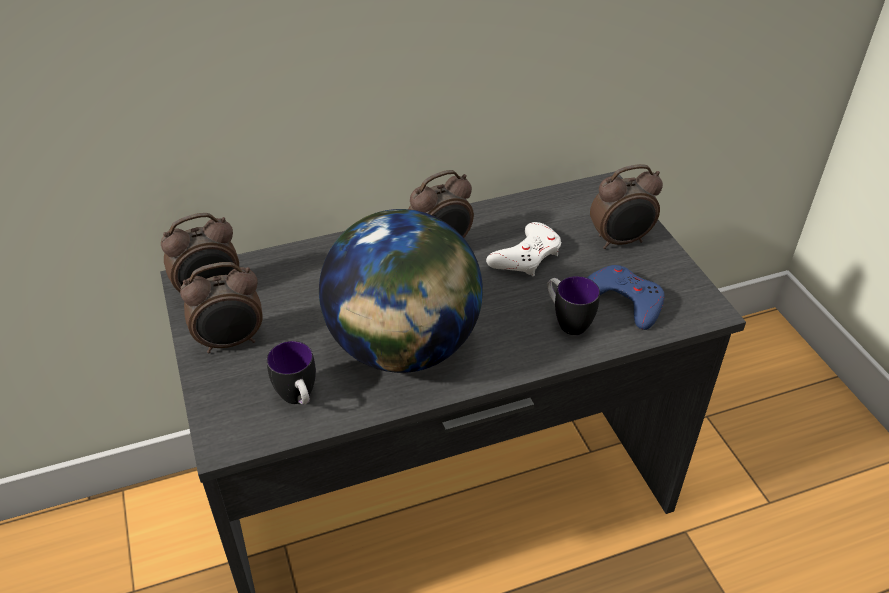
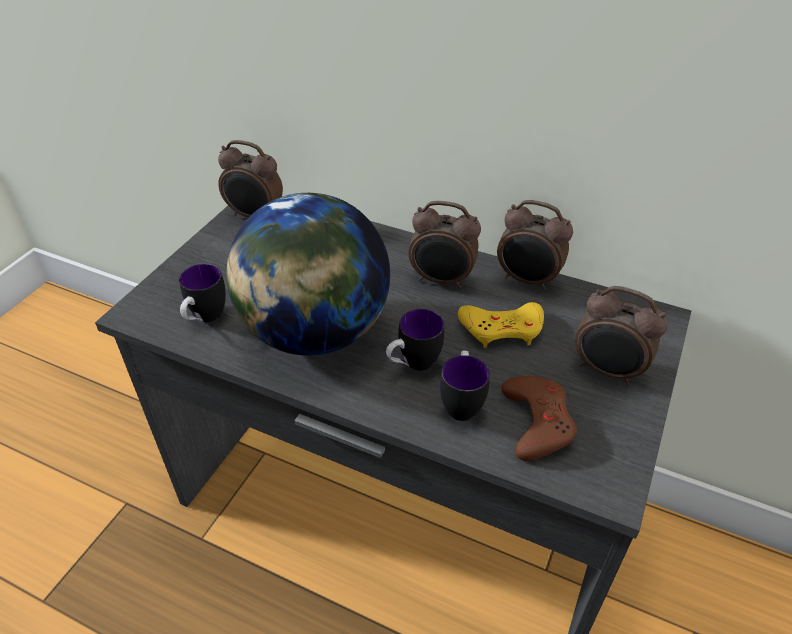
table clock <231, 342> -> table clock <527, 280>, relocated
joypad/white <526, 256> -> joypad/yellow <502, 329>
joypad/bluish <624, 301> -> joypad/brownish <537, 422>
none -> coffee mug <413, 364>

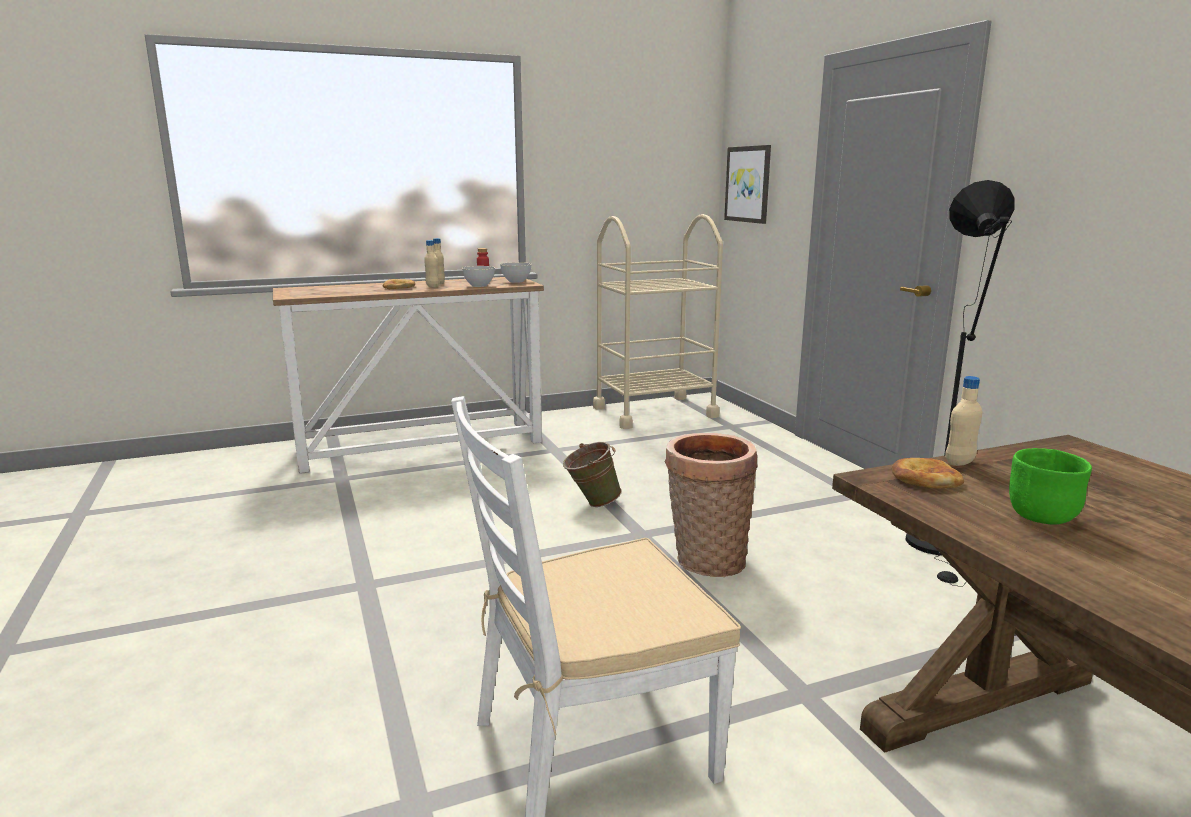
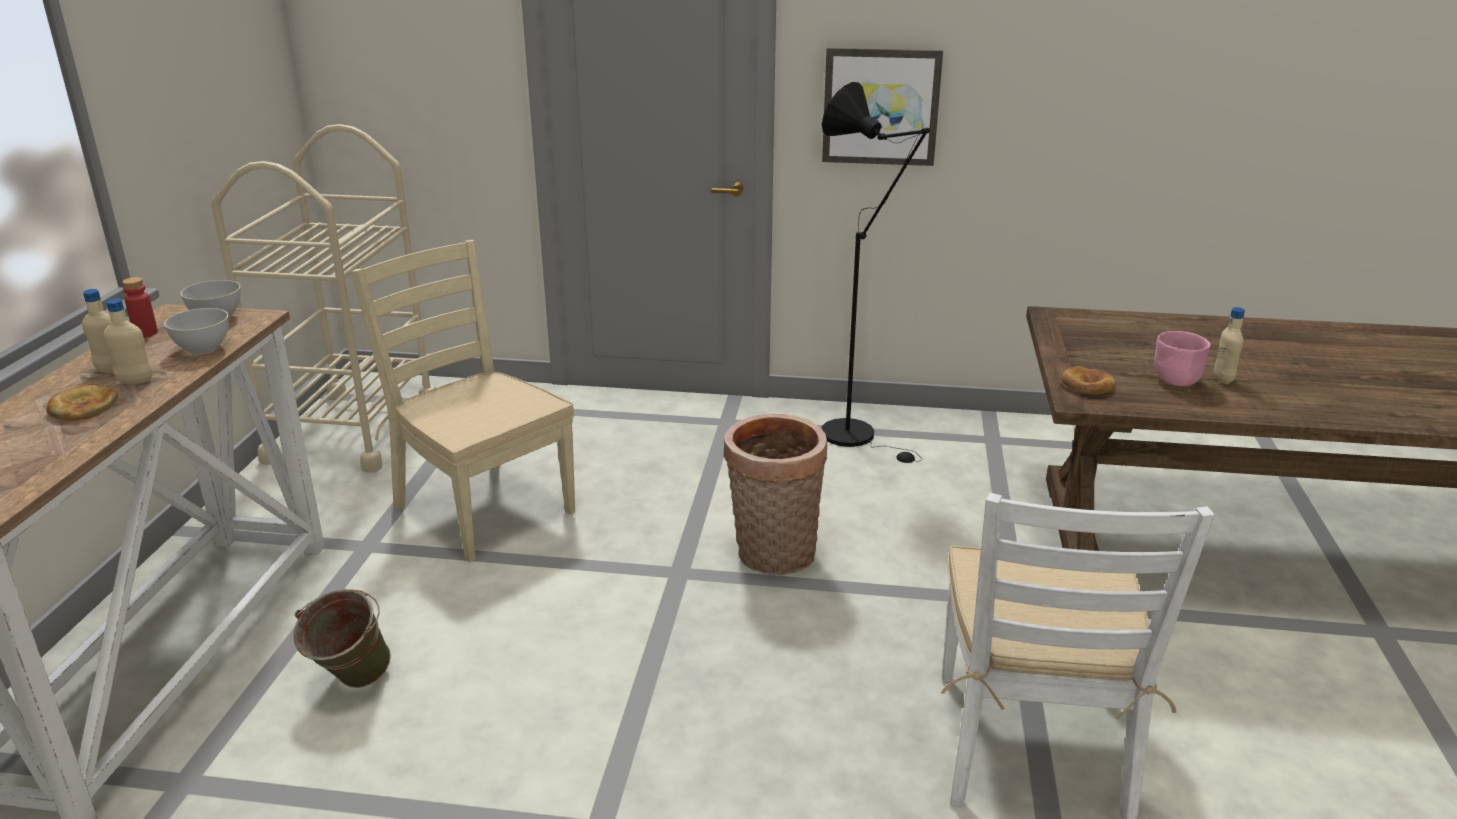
bucket/green <591, 504> -> bucket/green <351, 684>, relocated
picture <748, 184> -> picture <881, 106>, relocated
drink bottle/beige-coloured <959, 462> -> drink bottle/beige-coloured <1223, 379>, relocated
serving bowl/green <1040, 517> -> serving bowl/pinkish <1175, 381>
none -> plain chair/beige-coloured <482, 509>

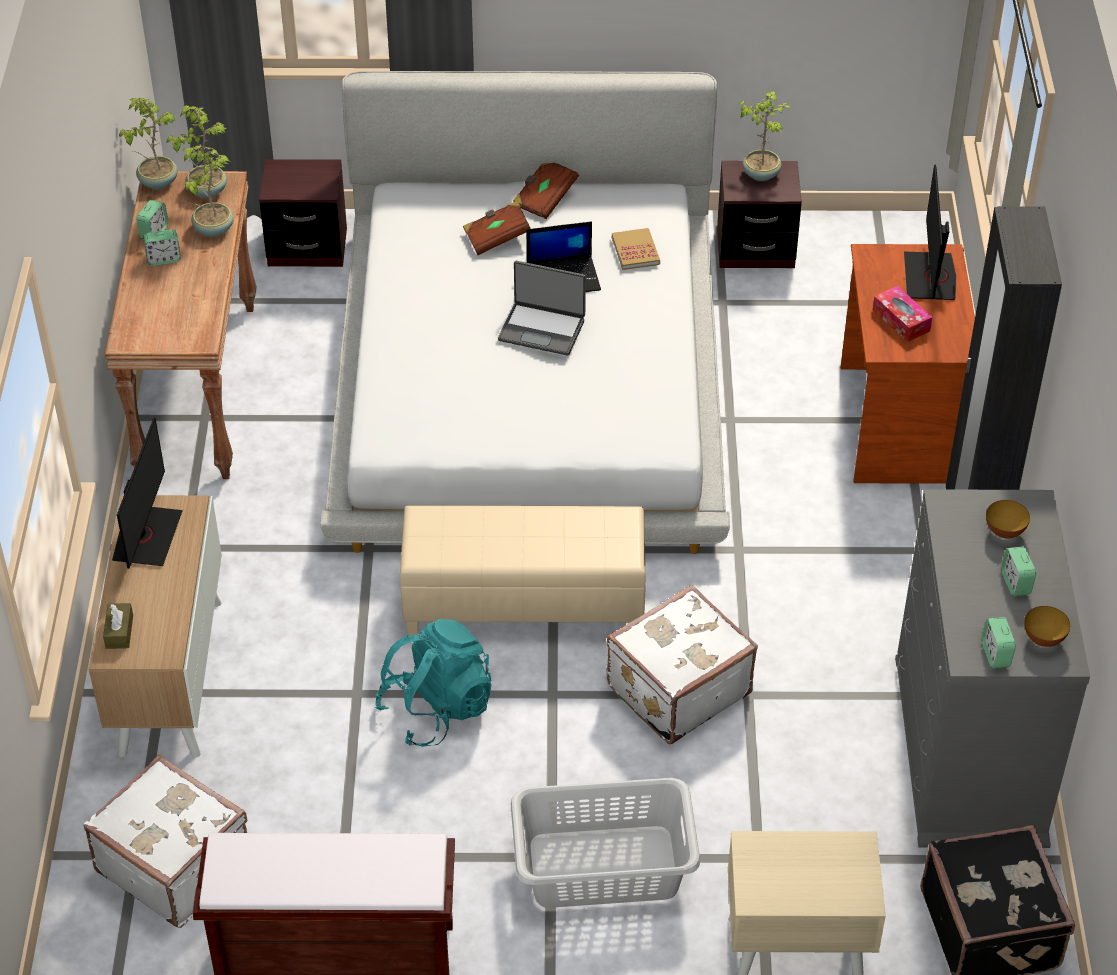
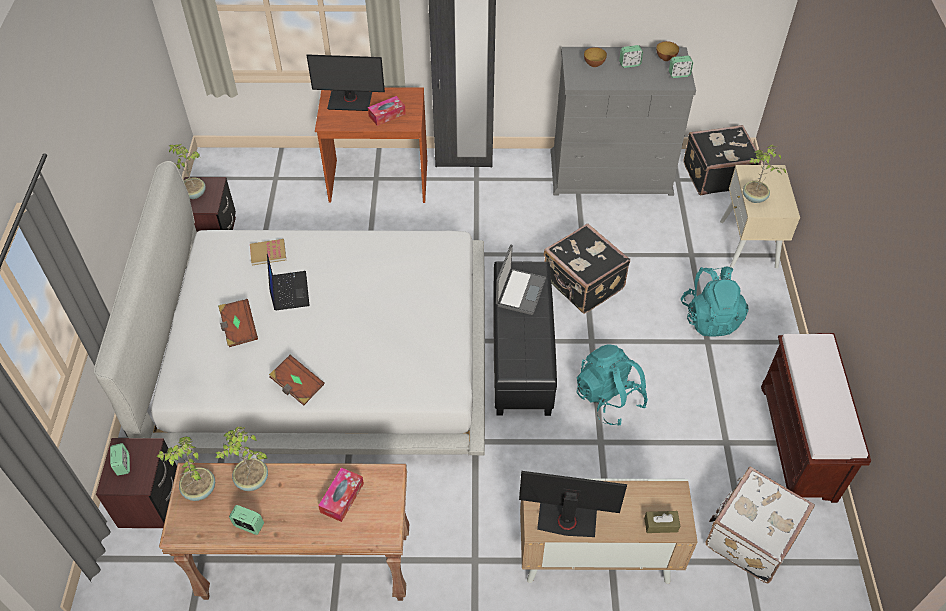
potted plant <157, 182> -> potted plant <754, 198>, relocated
table clock <164, 259> -> table clock <123, 465>, relocated
footrest/beige-coloured <525, 602> -> footrest/black-coloured <520, 354>
laptop <542, 329> -> laptop <519, 292>, relocated
hamper/grey <604, 868> -> rucksack/turquoise-coloured <710, 318>
bound book/brownish <544, 198> -> bound book/brownish <297, 386>, relocated
piece of luggage/white <676, 689> -> piece of luggage/black-coloured <582, 284>
none -> tissue box <342, 498>

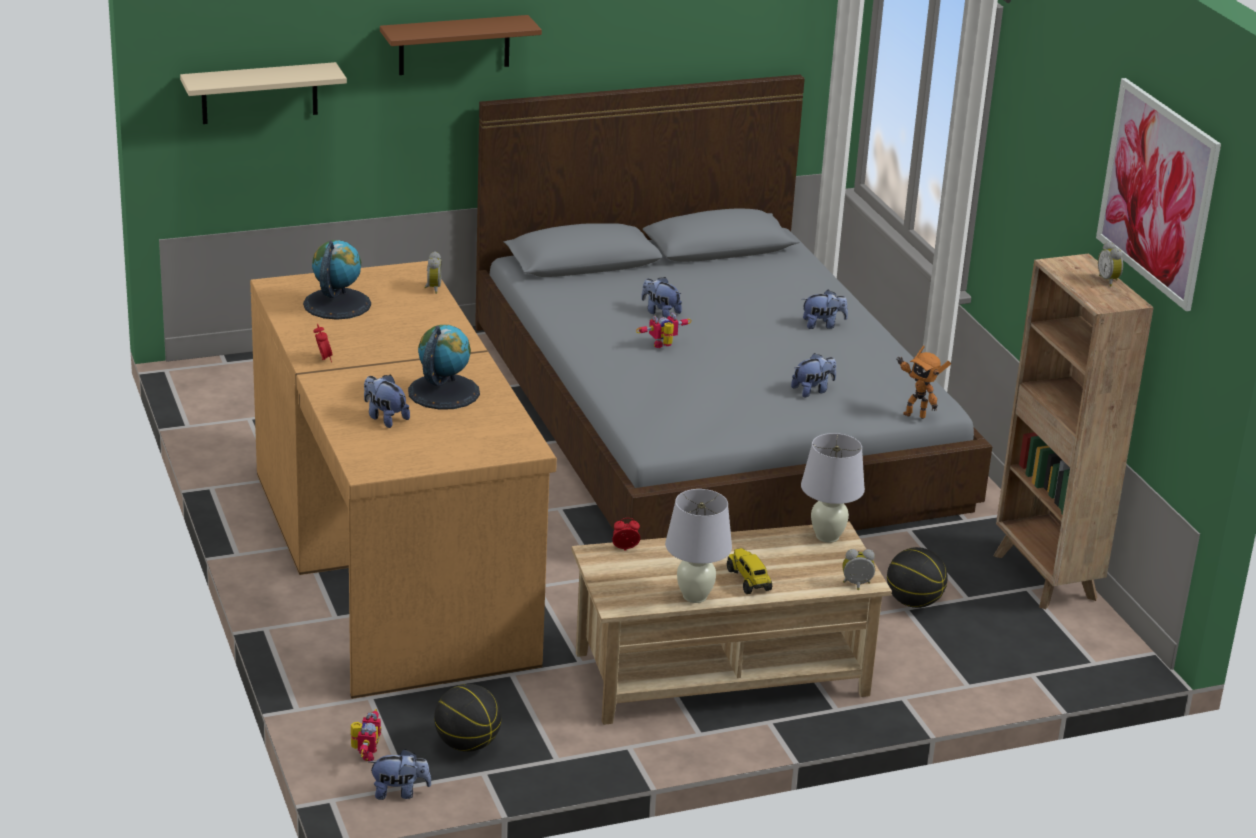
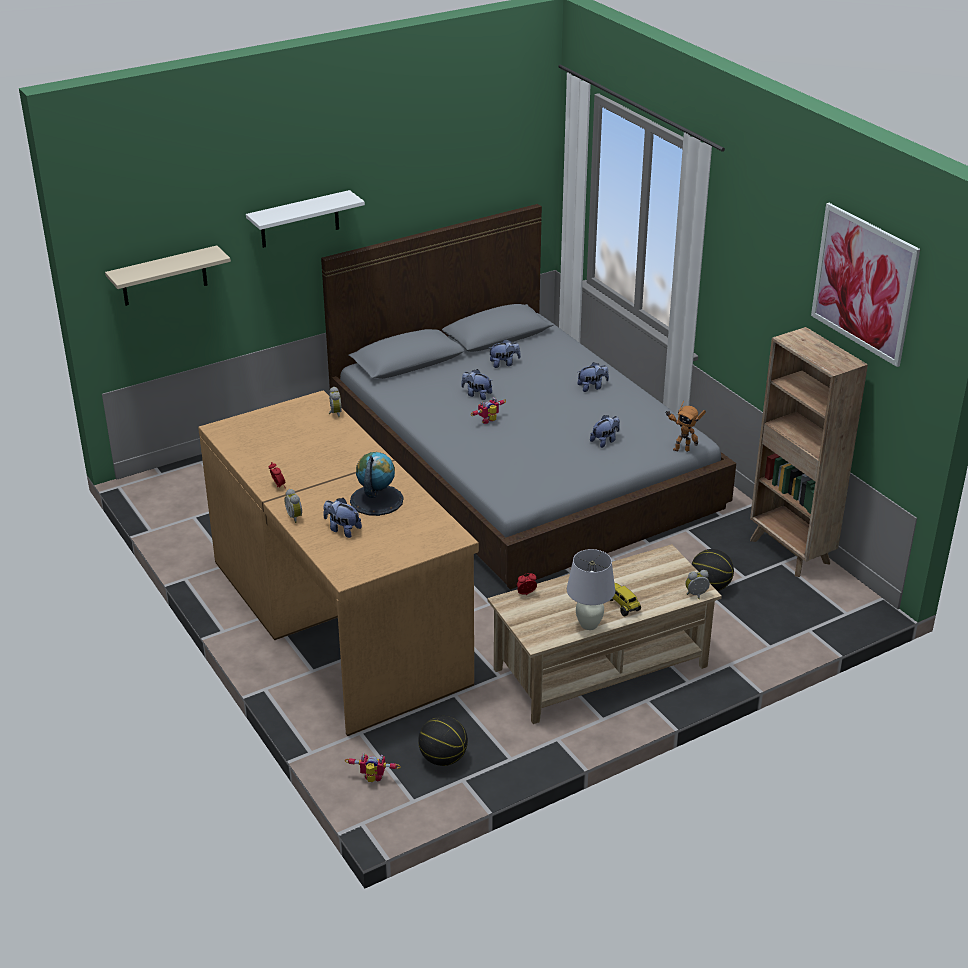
desk globe <337, 304> -> none
toy robot <364, 753> -> toy robot <372, 780>, 75 degrees counterclockwise
cuddly toy <399, 792> -> cuddly toy <504, 364>, relocated
bracket shelf/brownish <454, 45> -> bracket shelf/white <299, 219>
table lamp/white <827, 536> -> none
table clock <1109, 281> -> table clock <295, 517>, relocated

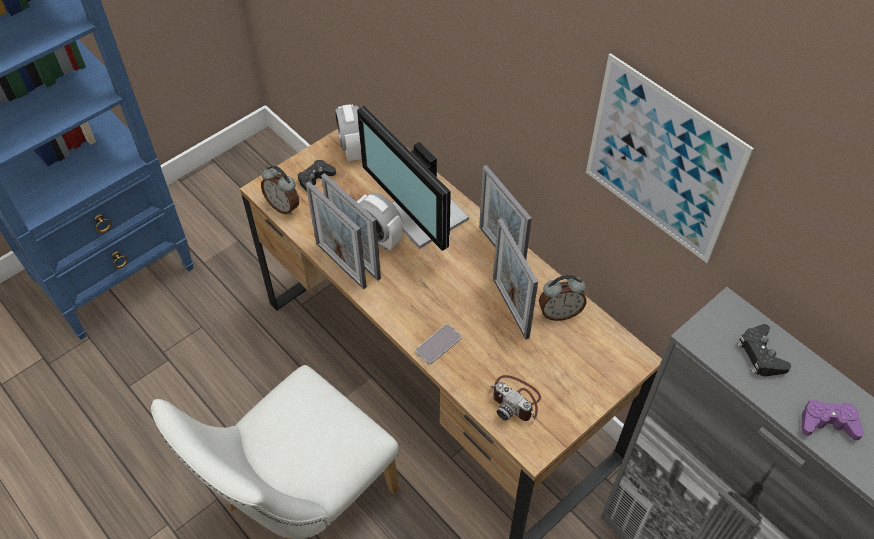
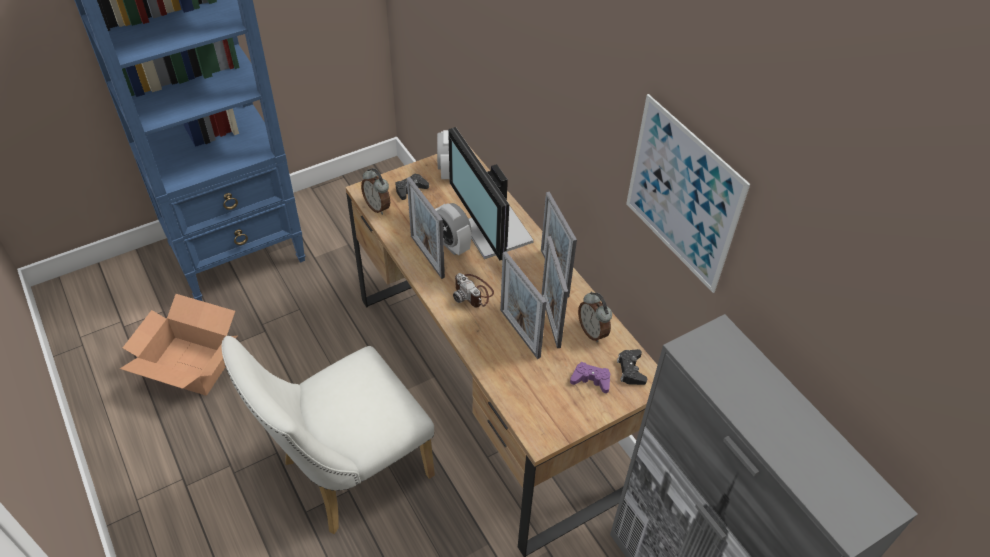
standing frame <340, 265> -> standing frame <519, 333>, relocated
handset <438, 344> -> none
still camera <516, 400> -> still camera <473, 292>, relocated
table clock <559, 313> -> table clock <593, 331>, 60 degrees clockwise
joypad/black-coloured <760, 355> -> joypad/black-coloured <631, 370>, relocated
joypad/purplish <827, 423> -> joypad/purplish <591, 380>, relocated
none -> cardboard box <190, 365>

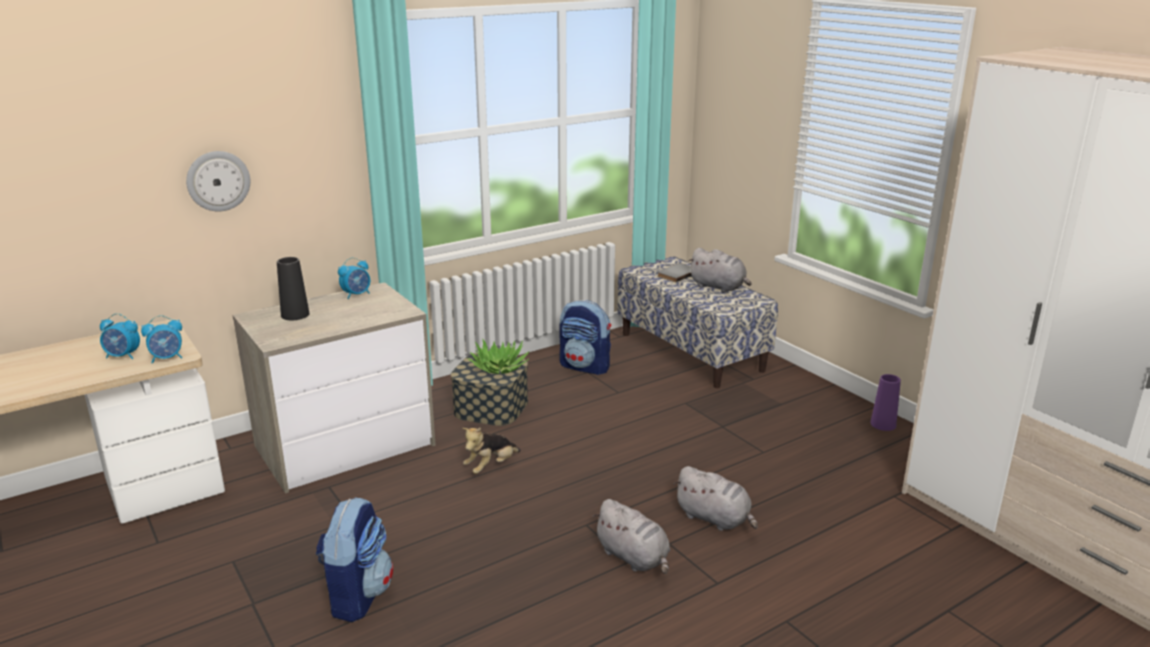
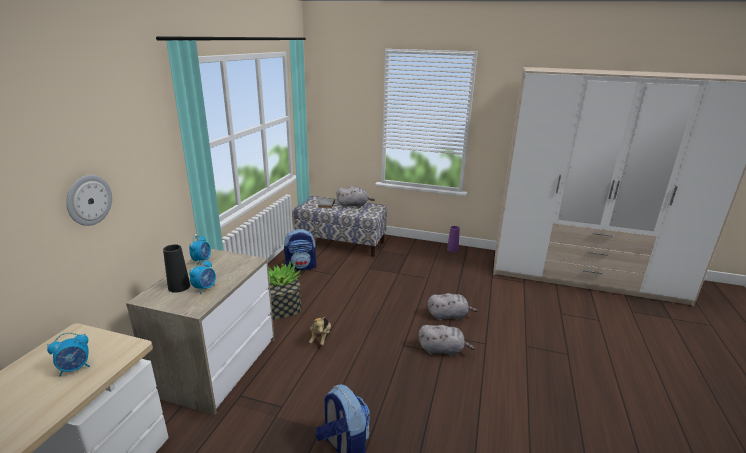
table clock <167, 358> -> table clock <205, 288>, relocated

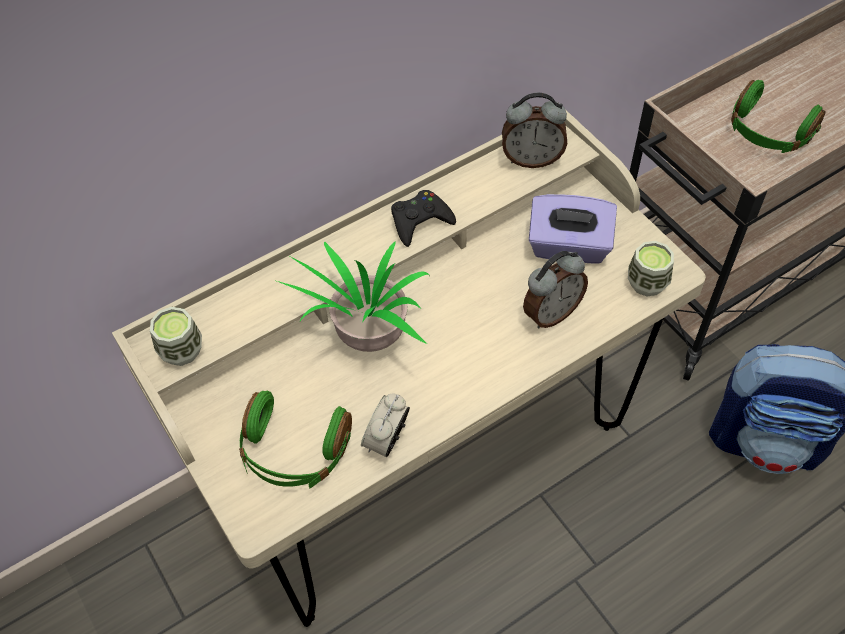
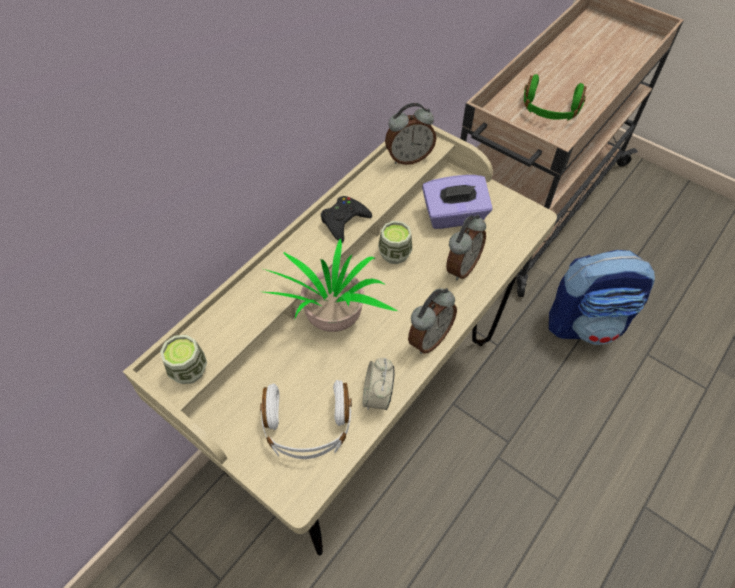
headset/green <294, 451> -> headset/white <307, 427>
drinking cup <647, 283> -> drinking cup <394, 254>, relocated
none -> table clock <428, 338>

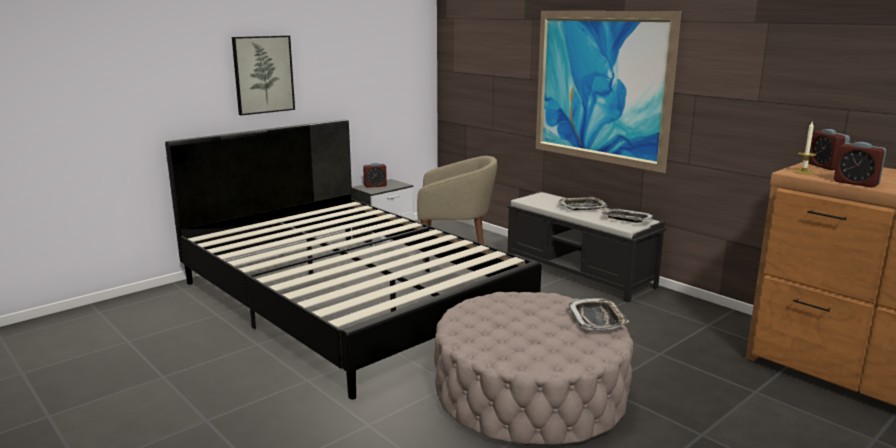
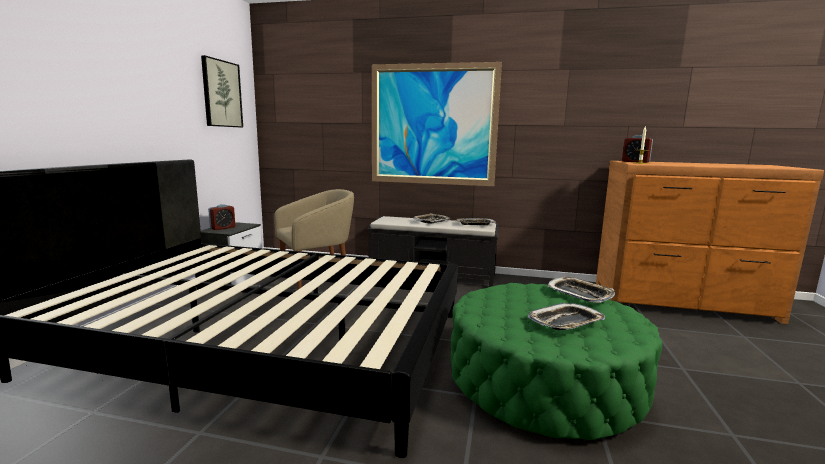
picture <263, 74> -> picture <221, 94>, relocated
footrest/beige-coloured <529, 394> -> footrest/green <544, 381>
table clock <856, 183> -> none
none -> tray <566, 322>

